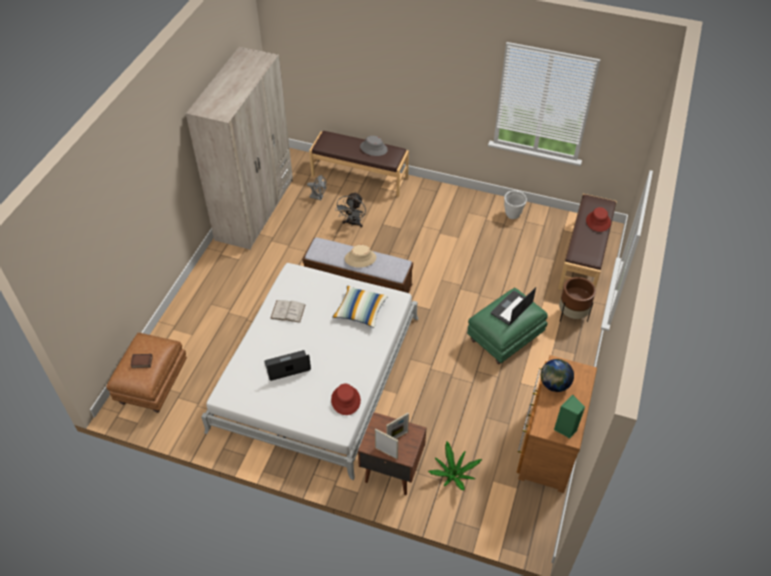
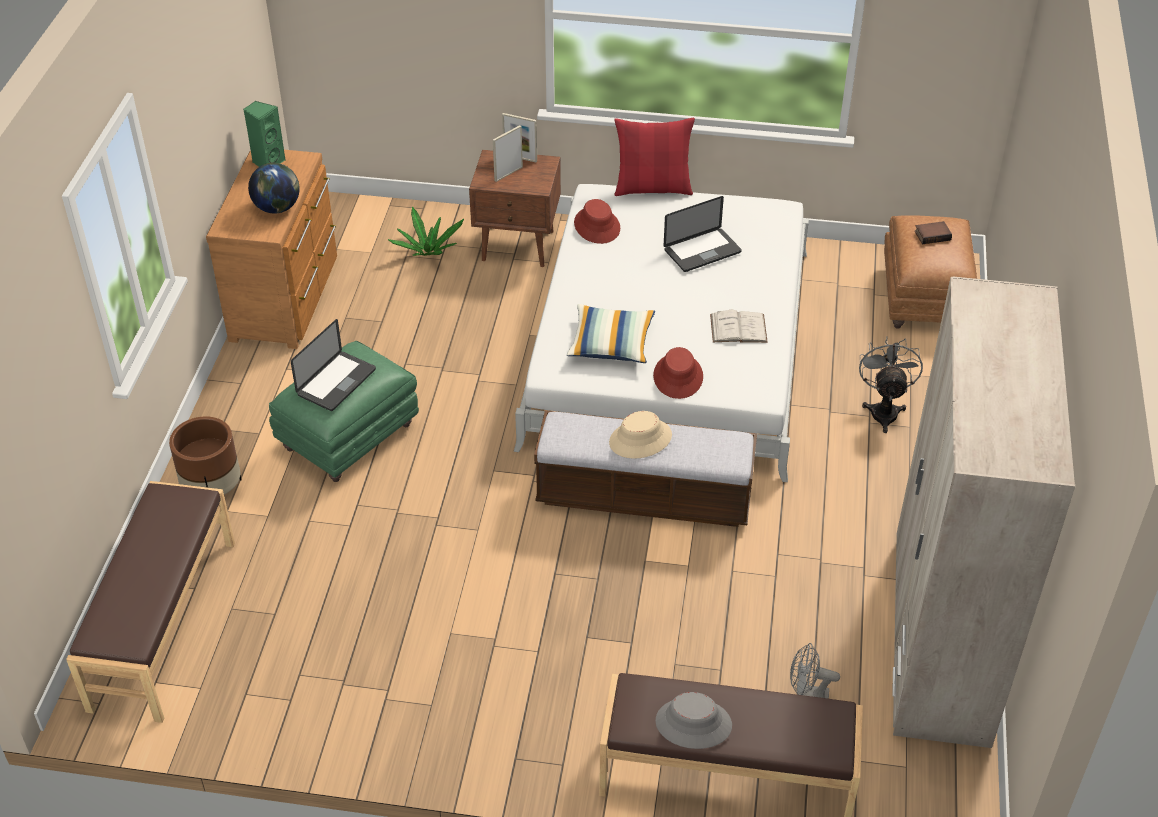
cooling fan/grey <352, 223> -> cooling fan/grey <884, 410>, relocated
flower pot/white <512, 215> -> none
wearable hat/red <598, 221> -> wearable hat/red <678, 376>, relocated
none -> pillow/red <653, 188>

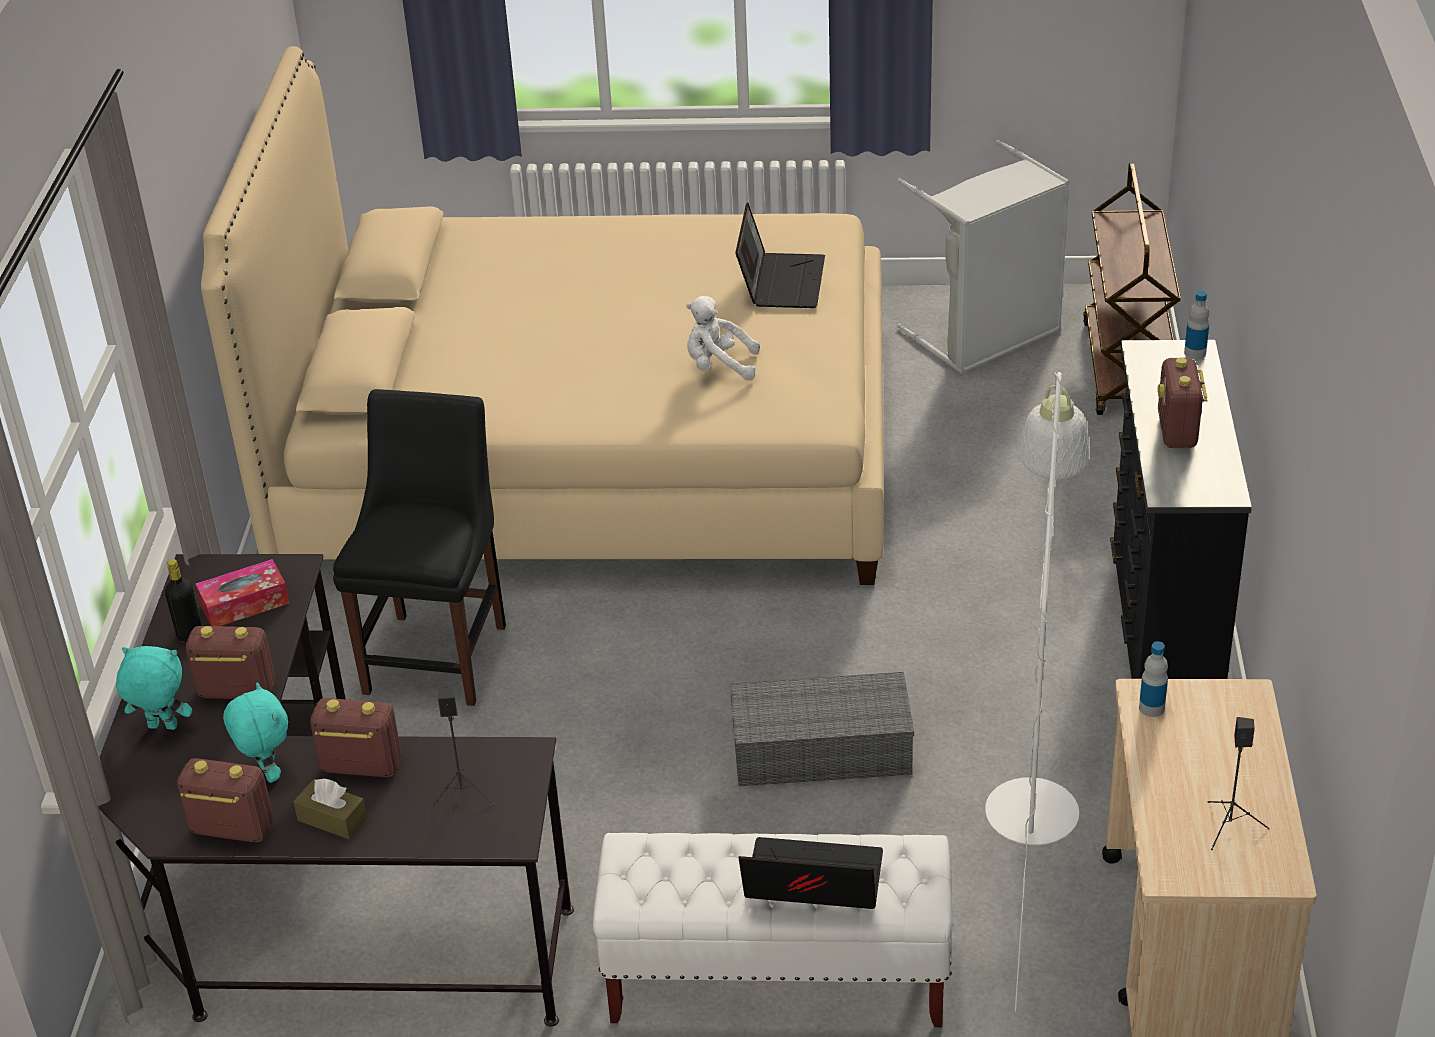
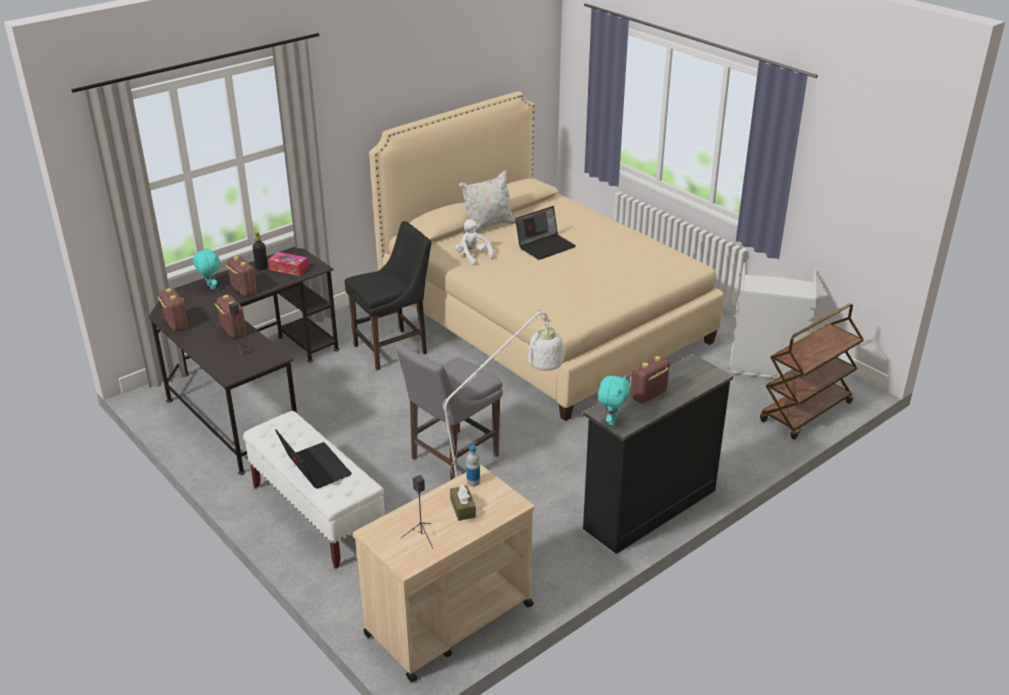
cuddly toy/turquoise-coloured <267, 773> -> cuddly toy/turquoise-coloured <611, 420>, relocated
tissue box/brownish <332, 819> -> tissue box/brownish <463, 508>, relocated
cuddly toy/white <719, 367> -> cuddly toy/white <472, 256>, relocated
storage box/grey <819, 751> -> plain chair/grey <451, 458>
laptop <780, 281> -> laptop <545, 246>, relocated
drink bottle <1195, 353> -> none
none -> pillow/white <488, 226>

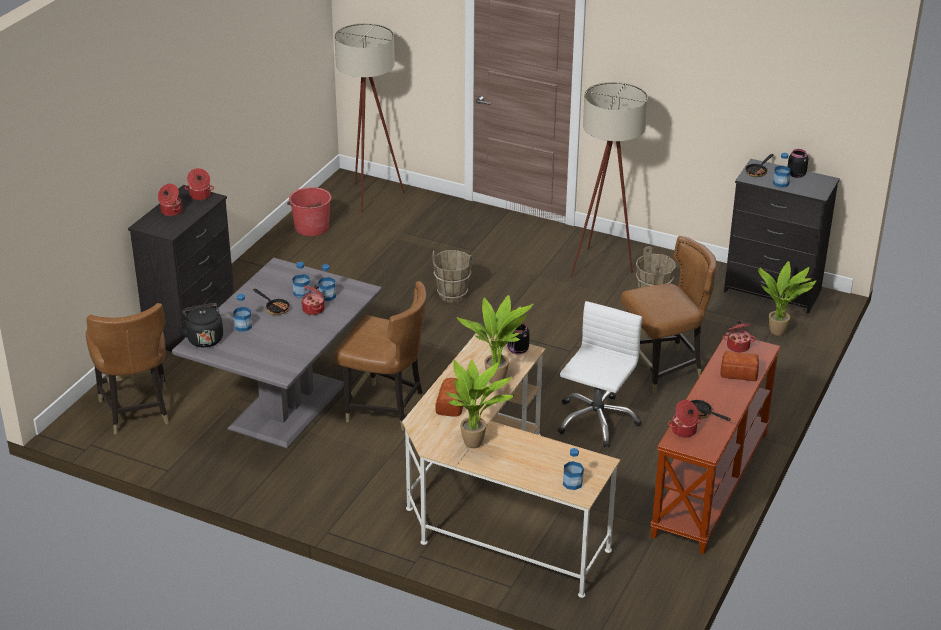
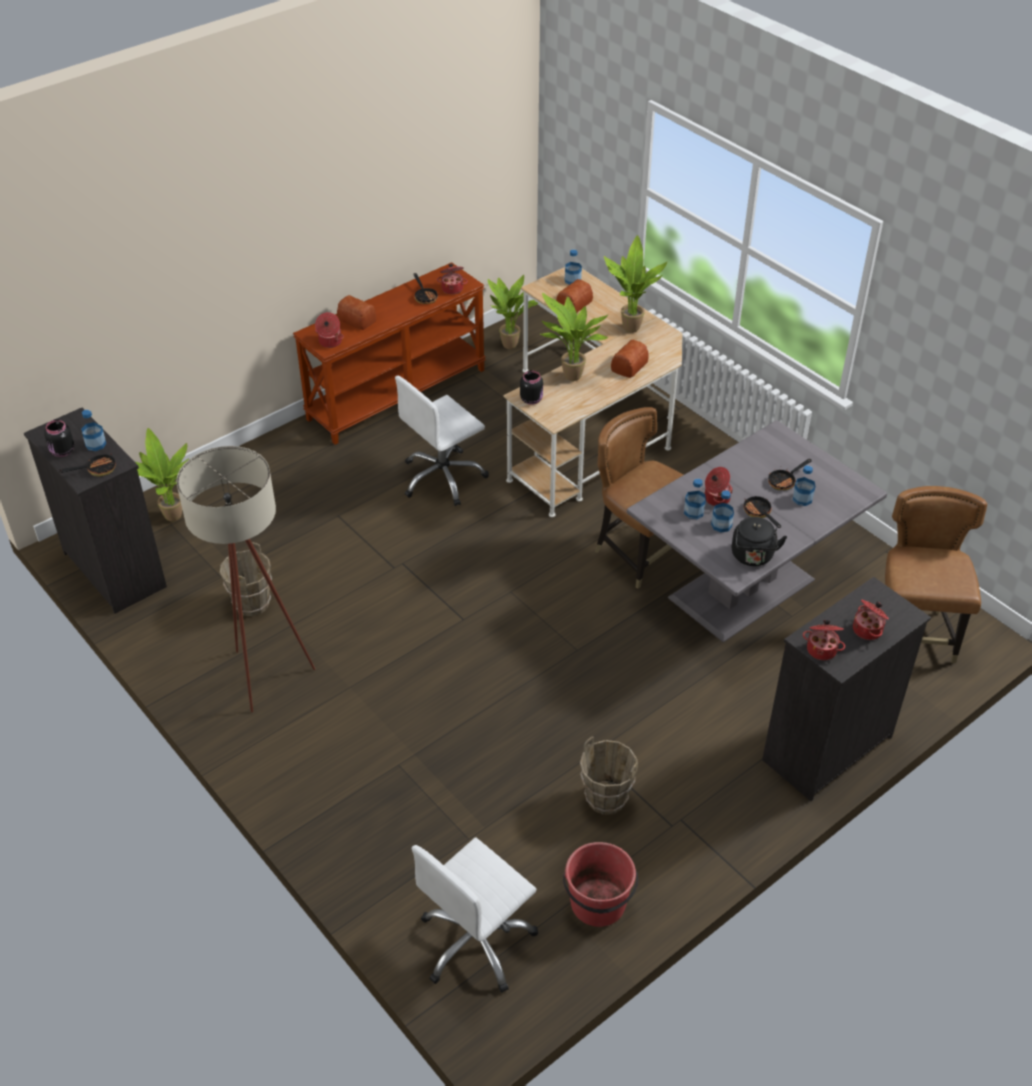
water kettle/black-coloured <204, 338> -> water kettle/black-coloured <753, 557>, relocated
standard lamp/beige-coloured <370, 200> -> computer chair/white <476, 942>
bucket/brownish <452, 295> -> bucket/brownish <606, 799>, relocated
plain chair/brownish <663, 369> -> none
none -> potted plant <512, 345>
none -> bread <573, 304>
none -> skillet <784, 481>

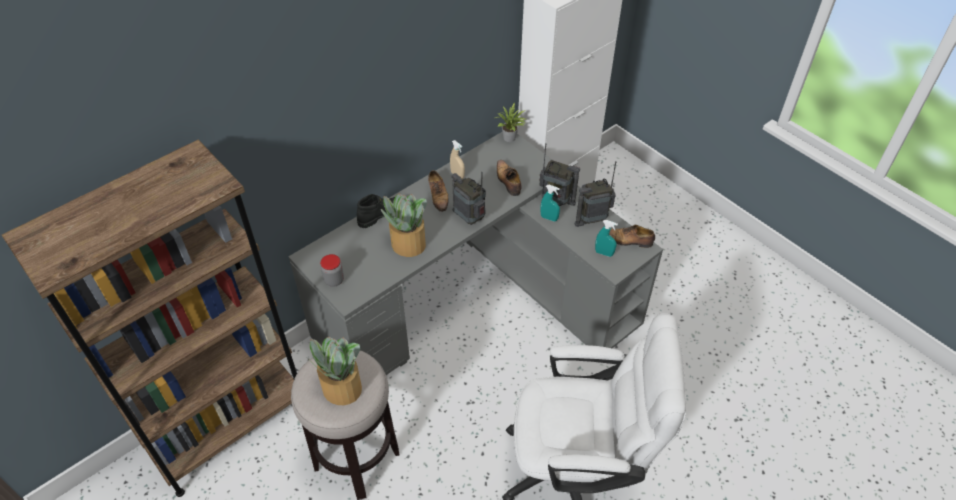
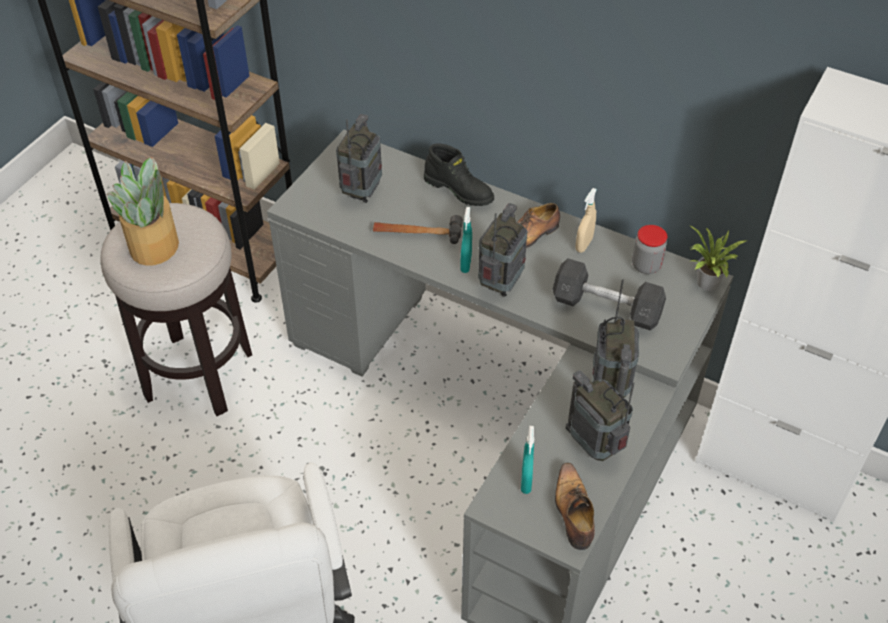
preserve jar <334, 280> -> preserve jar <646, 265>, relocated
potted plant <408, 244> -> tool hammer <417, 232>
shoe <508, 181> -> dumbbell/grey <606, 307>
hand sprayer/turquoise-coloured <549, 218> -> hand sprayer/turquoise-coloured <466, 264>, relocated
none -> radio set <362, 192>

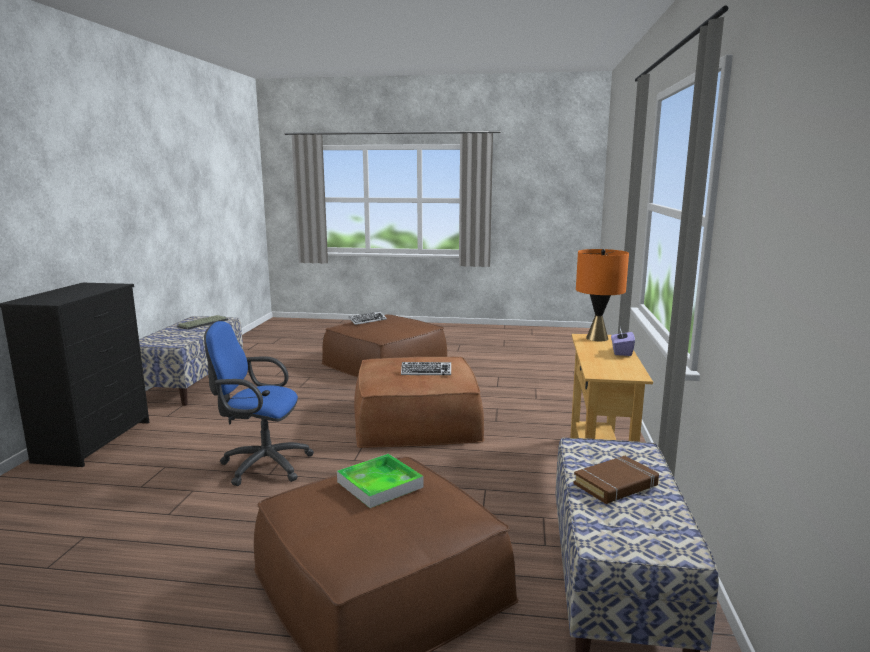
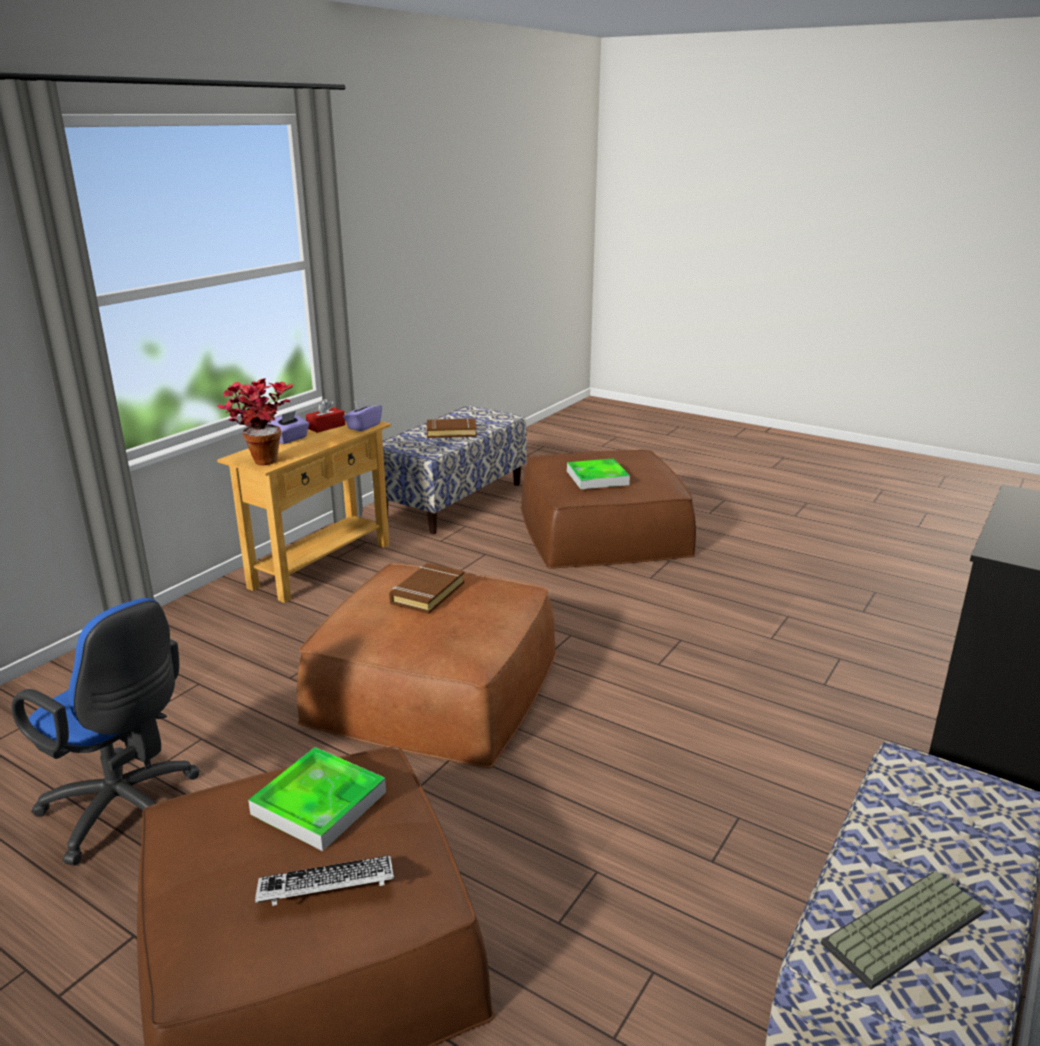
computer chair/bluish <261, 465> -> computer chair/bluish <127, 812>, relocated
PC keyboard <426, 372> -> bound book/brownish <427, 593>
table lamp/orangey <597, 338> -> potted plant <261, 459>
none -> tray <319, 803>
none -> tissue box/red <326, 426>
none -> tissue box/purplish <363, 426>

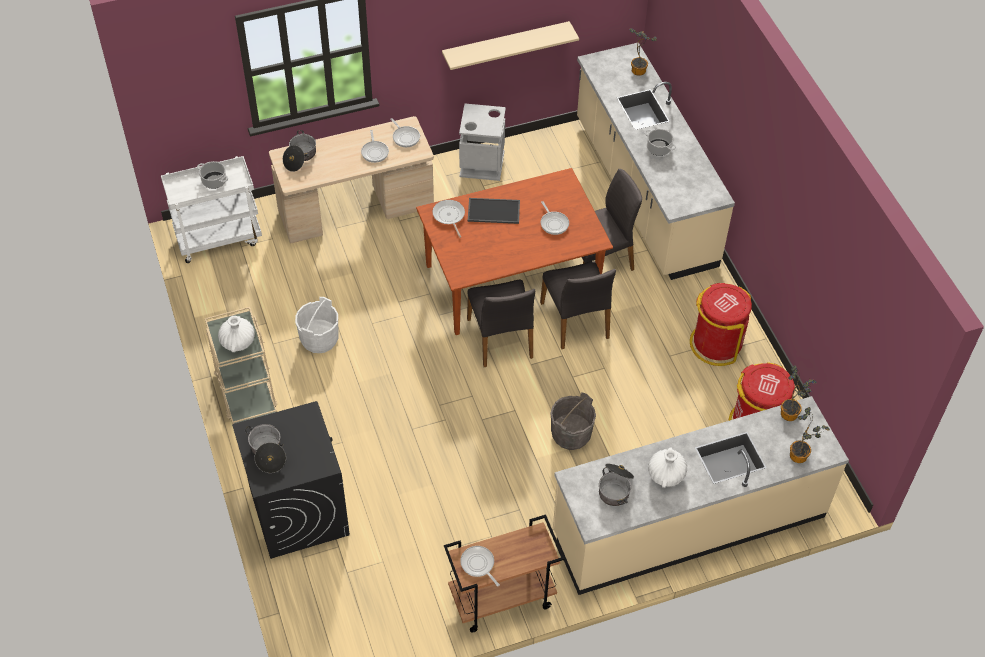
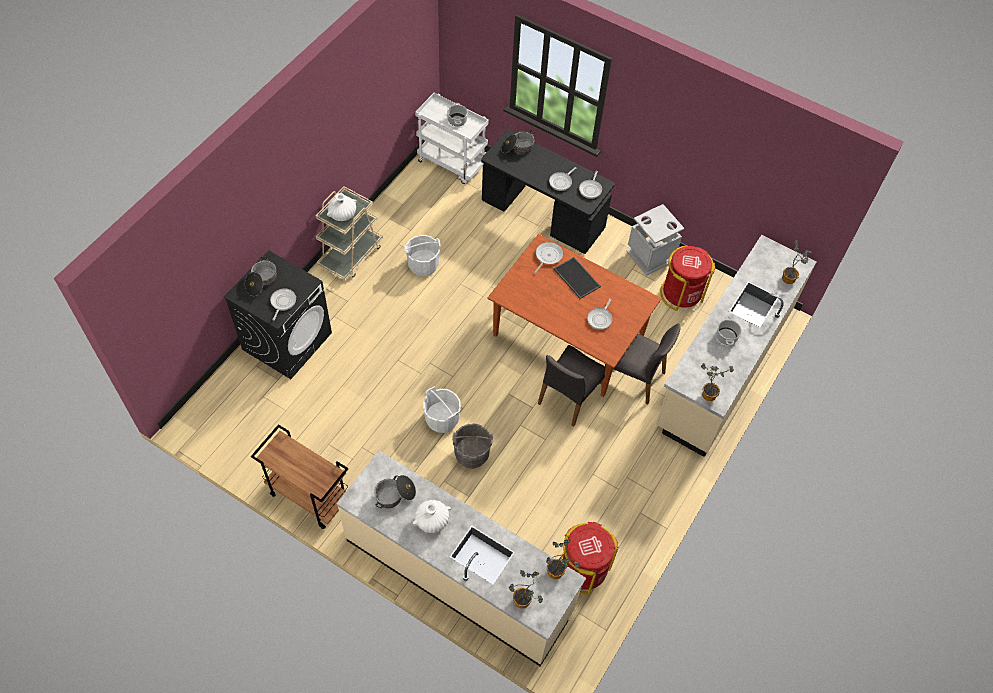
desk unit/beige-coloured <356, 209> -> desk unit/black-coloured <542, 215>
bracket shelf/beige-coloured <506, 45> -> none
skillet <478, 565> -> skillet <282, 302>, relocated
plain chair/grey <501, 339> -> none
trash can/red <716, 343> -> trash can/red <681, 293>, relocated
none -> bucket/white <442, 419>
none -> potted plant <707, 393>

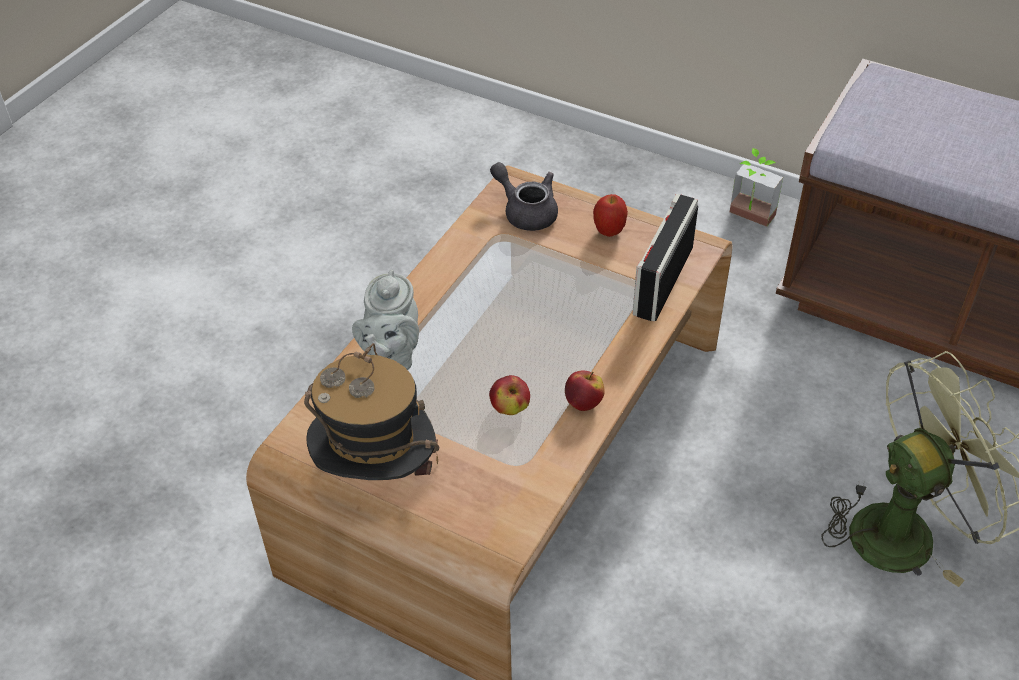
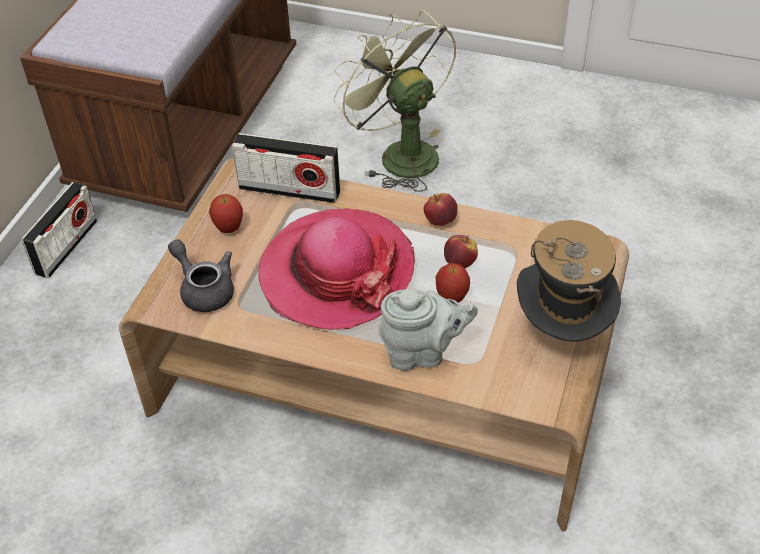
teapot/grey <526, 211> -> teapot/grey <204, 289>, 105 degrees clockwise
potted plant <748, 218> -> radio set <66, 247>
none -> wearable hat <336, 272>
none -> apple fruit <451, 298>

